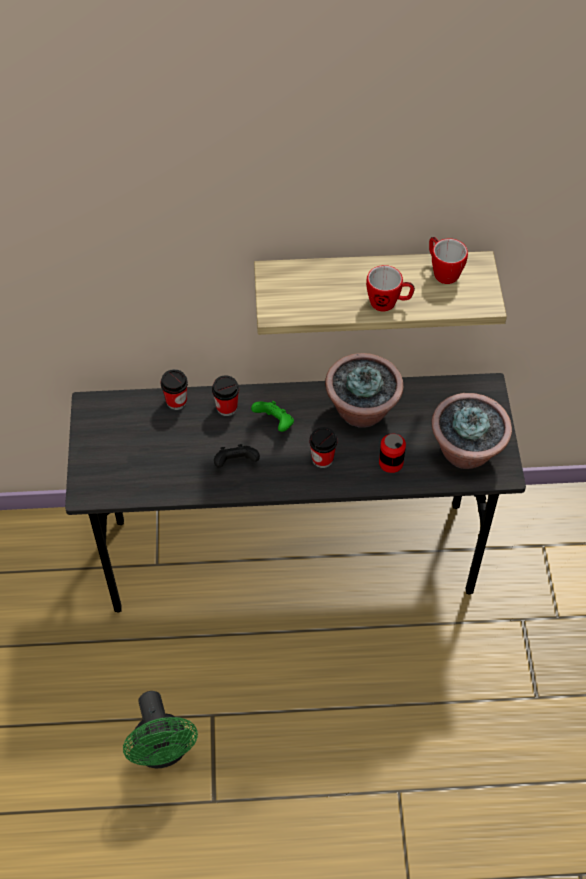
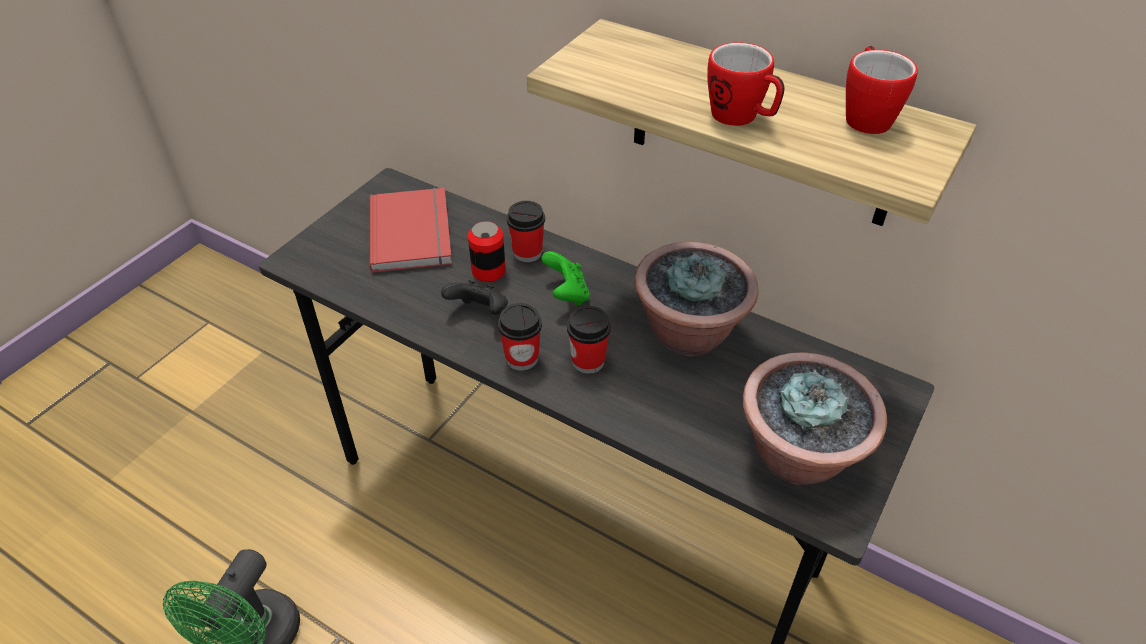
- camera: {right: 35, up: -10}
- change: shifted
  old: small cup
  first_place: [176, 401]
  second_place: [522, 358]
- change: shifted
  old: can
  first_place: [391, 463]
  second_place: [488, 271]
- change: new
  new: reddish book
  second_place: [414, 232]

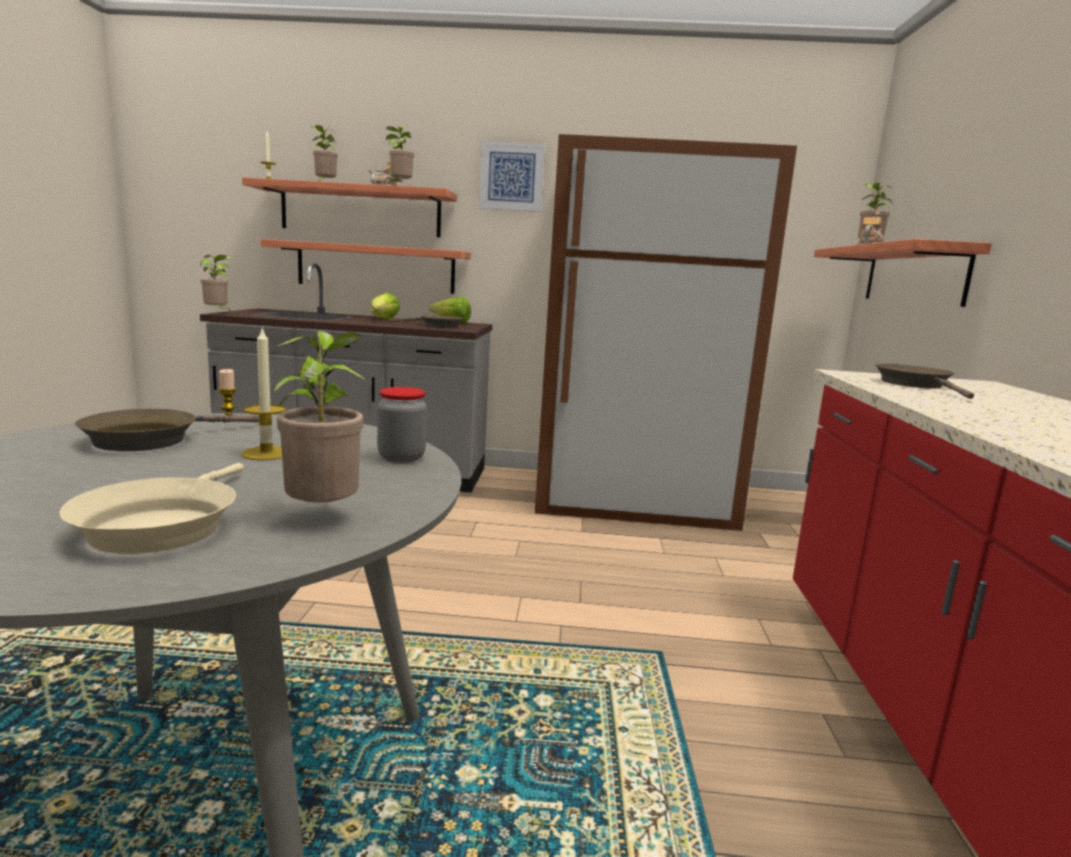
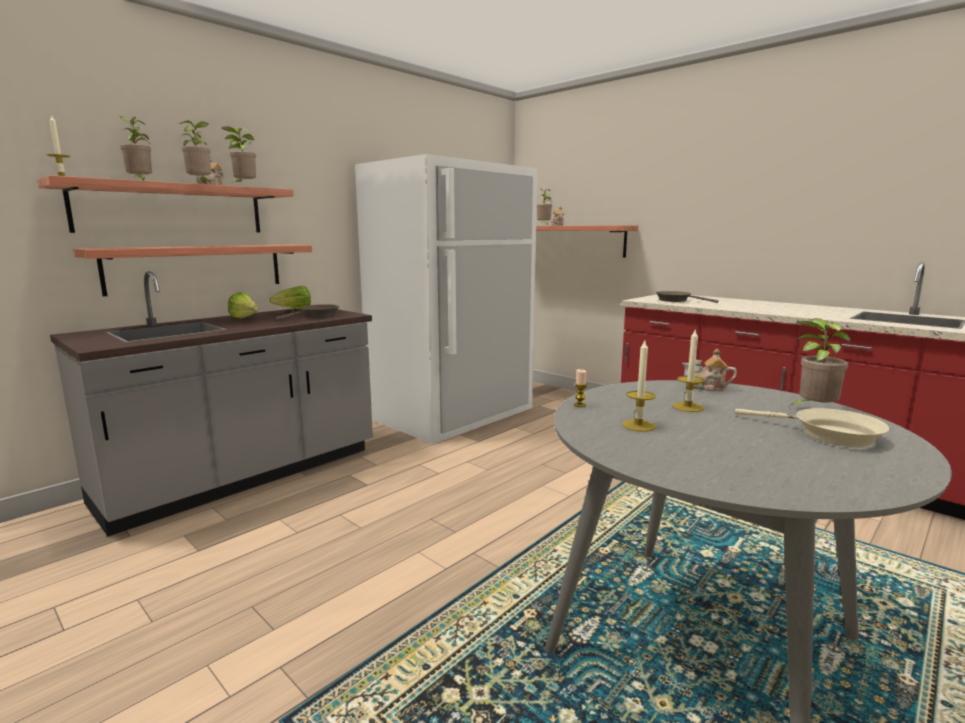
- camera: {right: -50, up: 0}
- change: repainted
  old: brownish refrigerator
  new: white refrigerator
  first_place: [633, 498]
  second_place: [453, 413]
- change: gone
  old: picture
  first_place: [511, 177]
- change: shifted
  old: plant in a pot
  first_place: [218, 312]
  second_place: [201, 183]
- change: swapped
  old: jar
  new: teapot
  first_place: [401, 457]
  second_place: [706, 387]
- change: swapped
  old: brownish frying pan
  new: wax candle
  first_place: [151, 439]
  second_place: [638, 425]

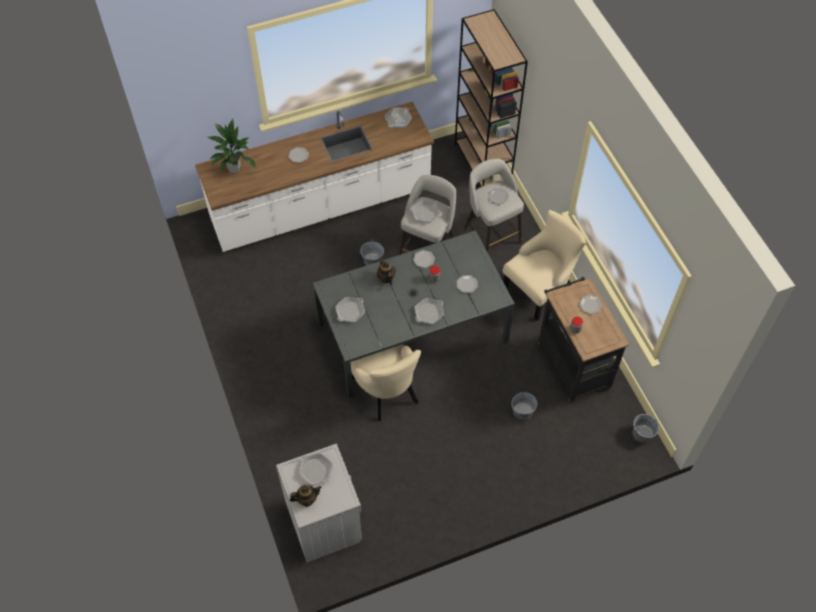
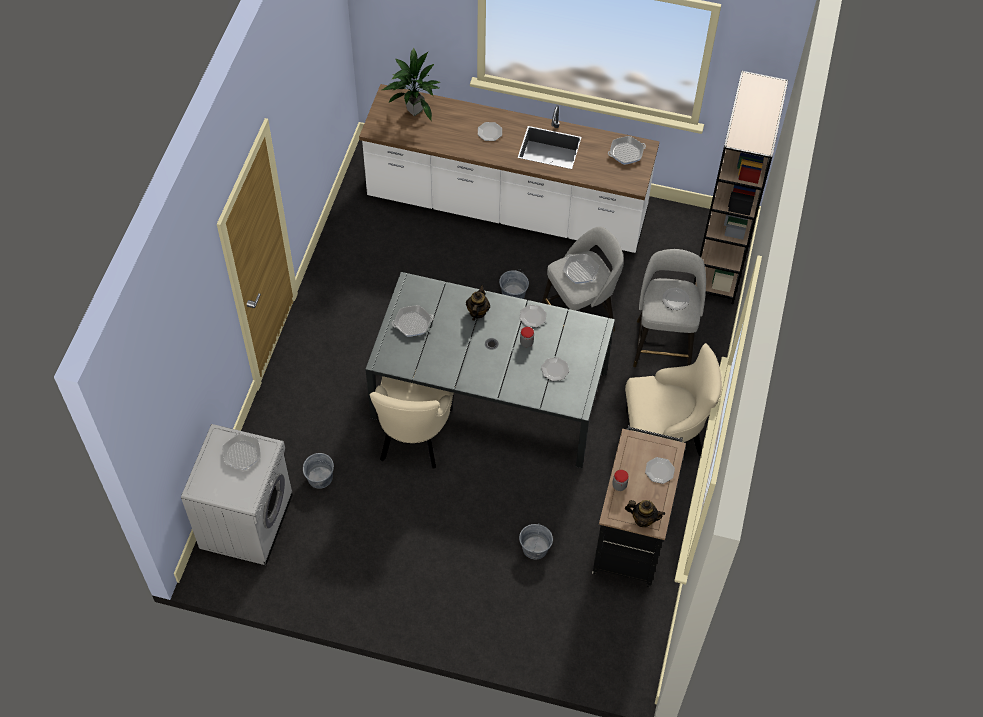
- camera: {right: 35, up: 0}
- change: gone
  old: frying pan
  first_place: [429, 313]
- change: shifted
  old: grey bucket
  first_place: [643, 433]
  second_place: [320, 477]
- change: shifted
  old: teapot
  first_place: [306, 499]
  second_place: [643, 519]

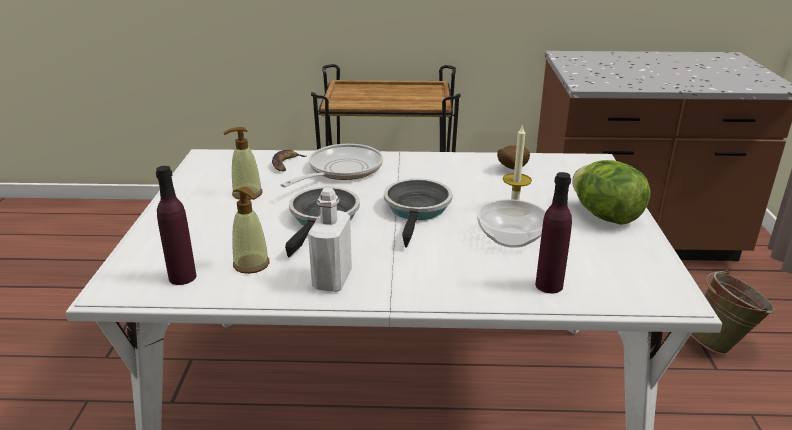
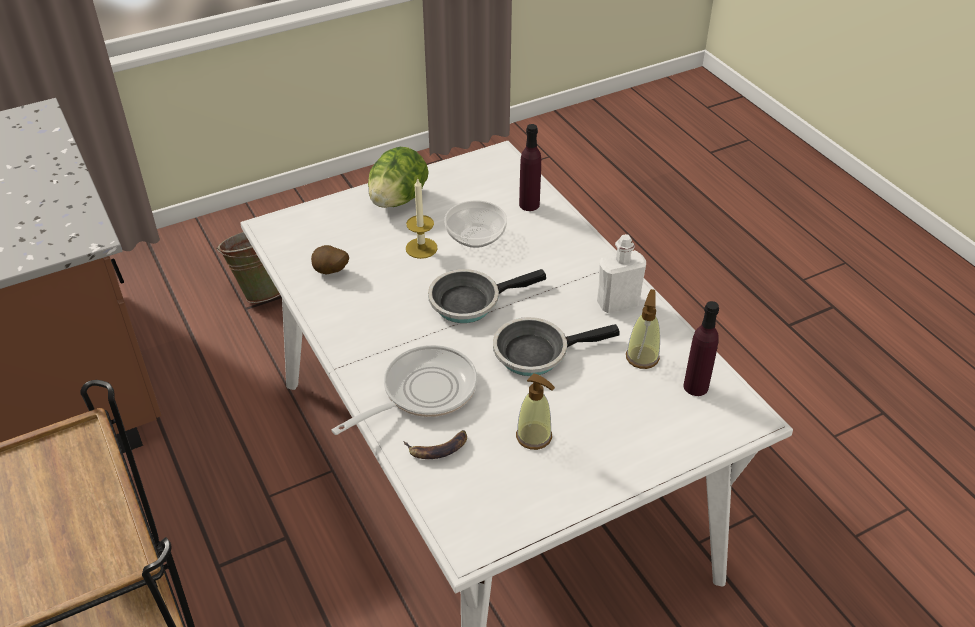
- camera: {right: -120, up: 15}
- change: rotated
  old: frying pan
  first_place: [341, 170]
  second_place: [422, 392]
  degrees: 135

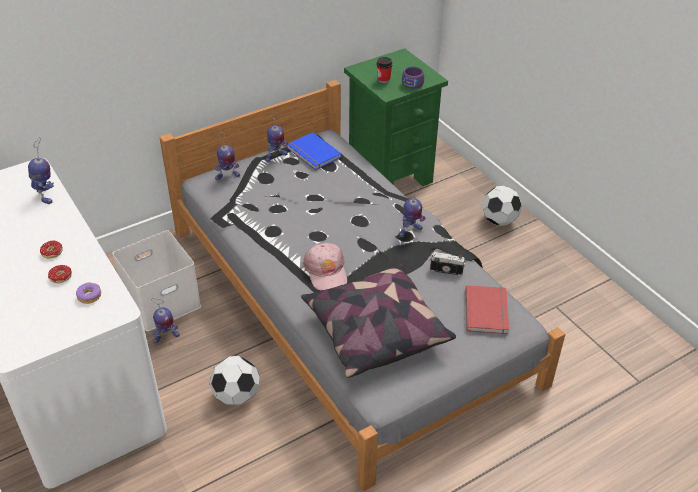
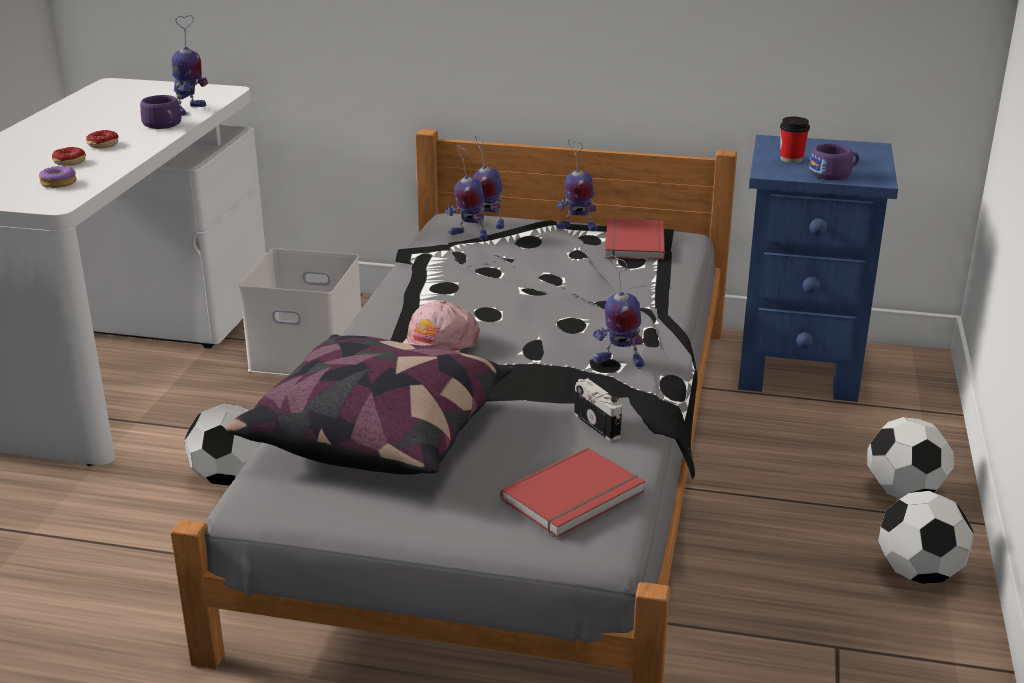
- camera: {right: 45, up: -15}
- change: repainted
  old: greenish night table
  new: bluish night table
  first_place: [392, 176]
  second_place: [800, 369]
- change: repainted
  old: bluish book
  new: reddish book
  first_place: [313, 153]
  second_place: [631, 243]
- change: shifted
  old: robot figure
  first_place: [166, 337]
  second_place: [468, 235]
- change: new
  new: purplish small cup
  second_place: [164, 125]
- change: new
  new: football
  second_place: [919, 573]

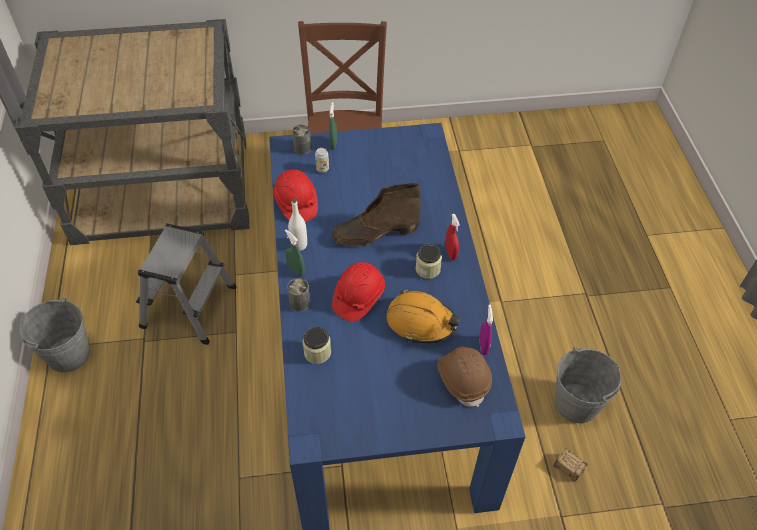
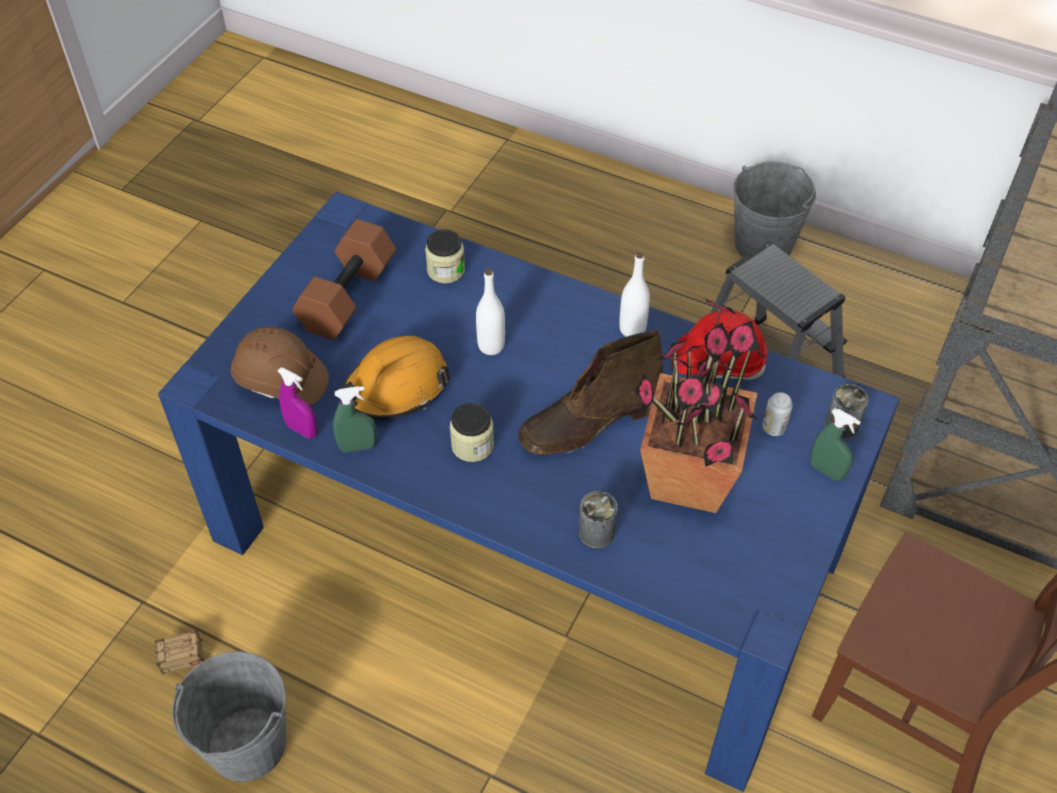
- camera: {right: 125, up: 0}
- change: rotated
  old: brownish boot
  first_place: [375, 232]
  second_place: [589, 423]
  degrees: -135
- change: gone
  old: reddish spray bottle
  first_place: [450, 253]
- change: shifted
  old: greenish spray bottle
  first_place: [296, 270]
  second_place: [358, 447]
- change: swapped
  old: reddish safety helmet
  new: white beverage bottle
  first_place: [358, 297]
  second_place: [491, 346]
- change: shifted
  old: can
  first_place: [300, 303]
  second_place: [596, 533]
- change: new
  new: brownish hand weight
  second_place: [349, 298]
- change: new
  new: plant in a pot
  second_place: [687, 479]

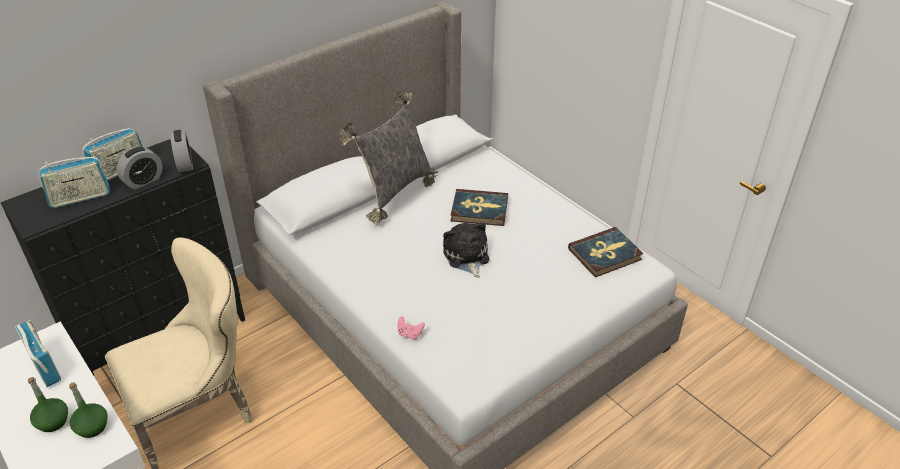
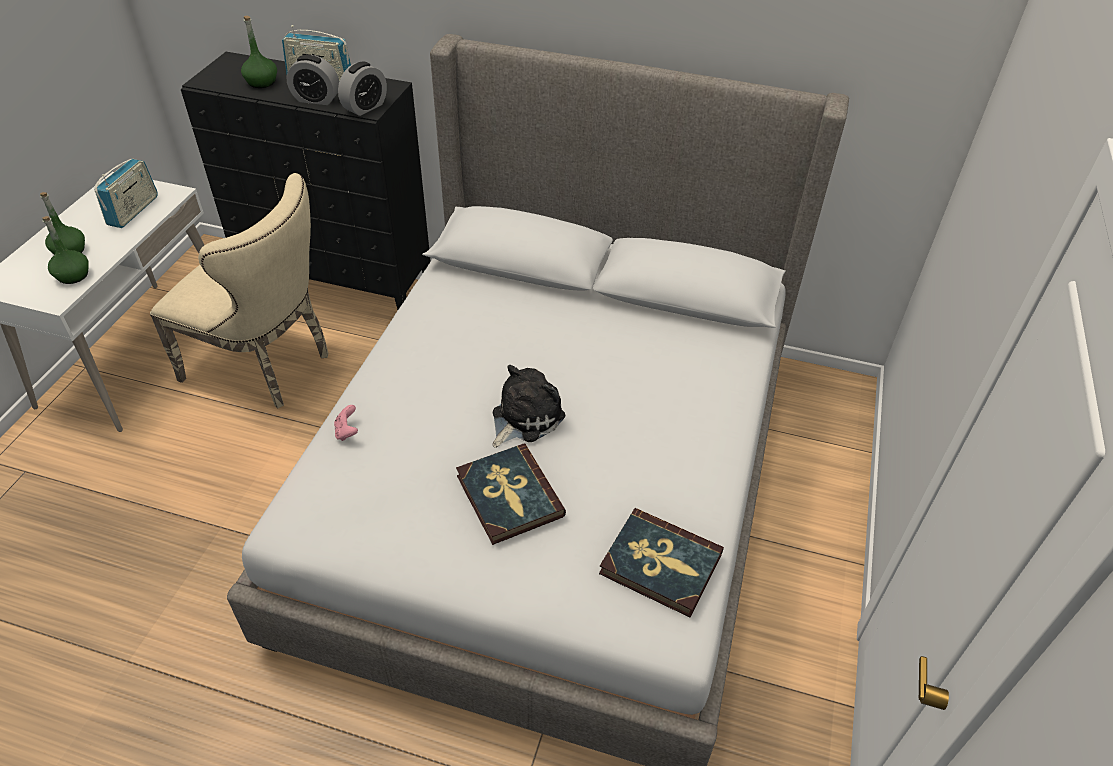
- camera: {right: 55, up: 5}
- change: gone
  old: pillow
  first_place: [393, 197]
- change: swapped
  old: radio set
  new: greenish beverage bottle
  first_place: [80, 198]
  second_place: [262, 82]
- change: shifted
  old: book
  first_place: [479, 210]
  second_place: [509, 496]

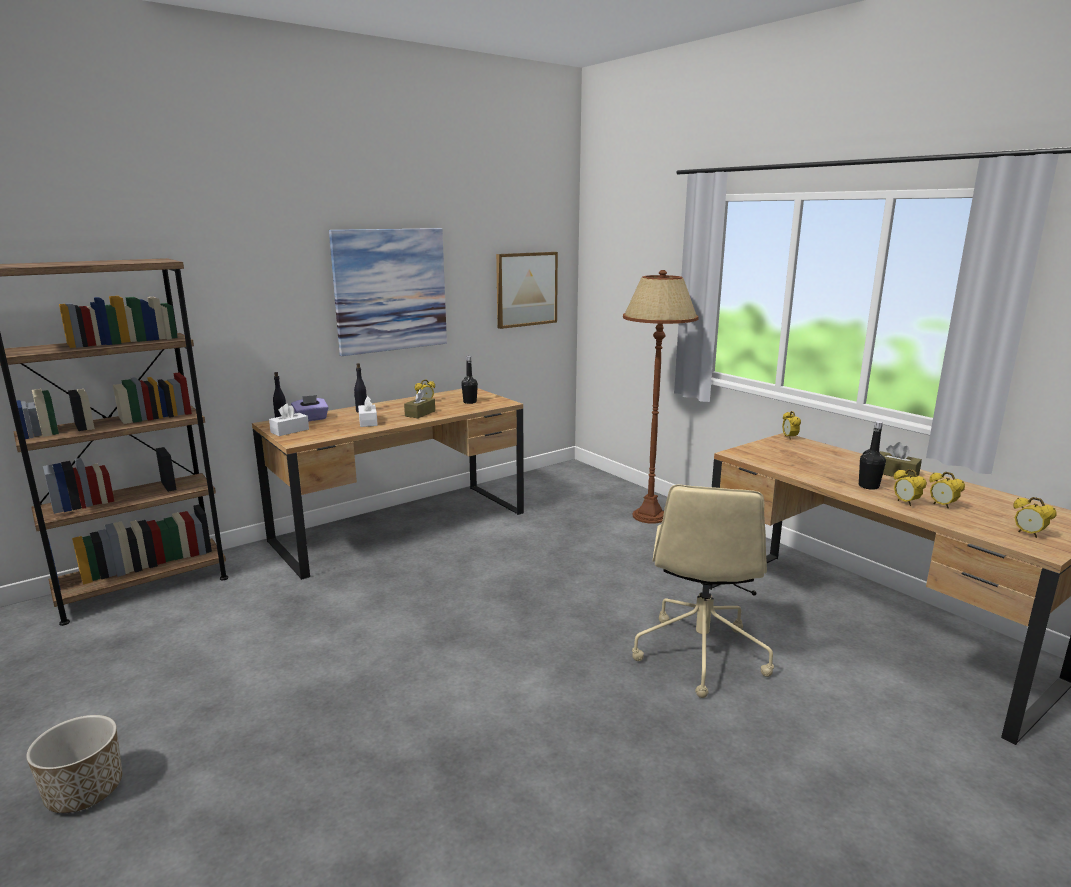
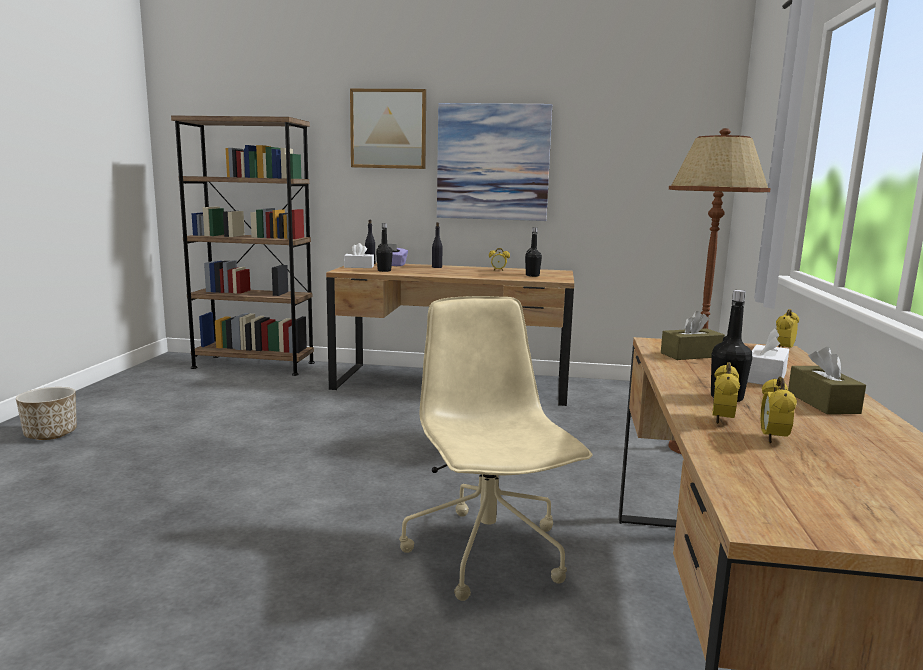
- camera: {right: 45, up: -5}
- change: shifted
  old: picture
  first_place: [526, 289]
  second_place: [388, 129]
- change: shifted
  old: brownish tissue holder
  first_place: [420, 413]
  second_place: [691, 355]
- change: shifted
  old: white tissue holder
  first_place: [368, 422]
  second_place: [765, 377]
- change: rotated
  old: beige-coloured computer chair
  first_place: [700, 652]
  second_place: [489, 557]
  degrees: 105
- change: gone
  old: alarm clock
  first_place: [1028, 534]
- change: new
  new: black-coloured beverage bottle
  second_place: [384, 271]

